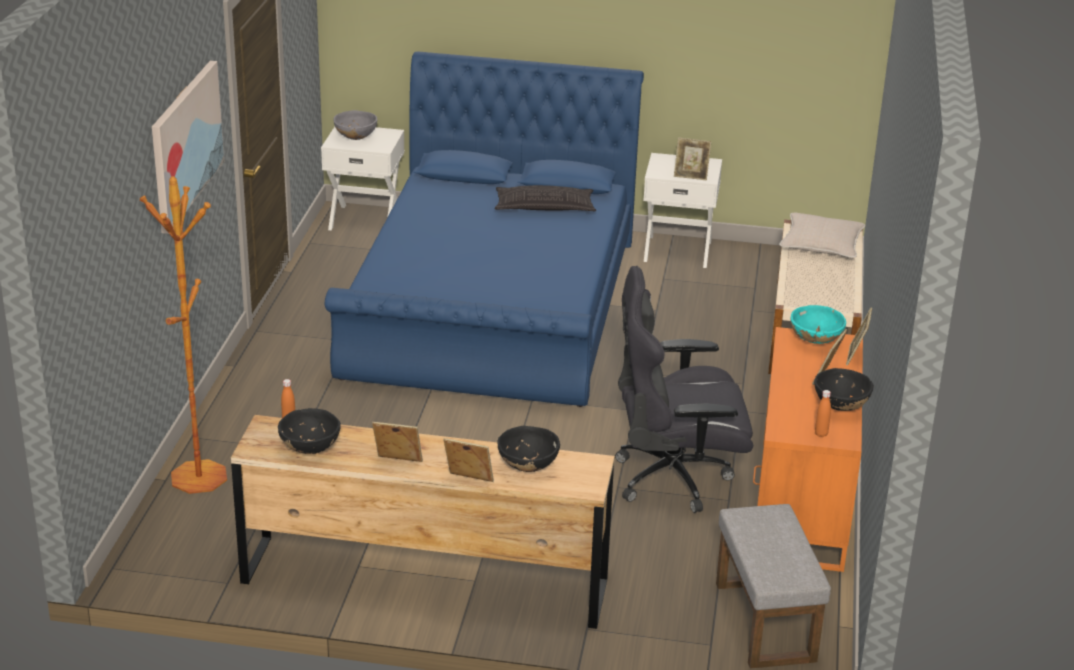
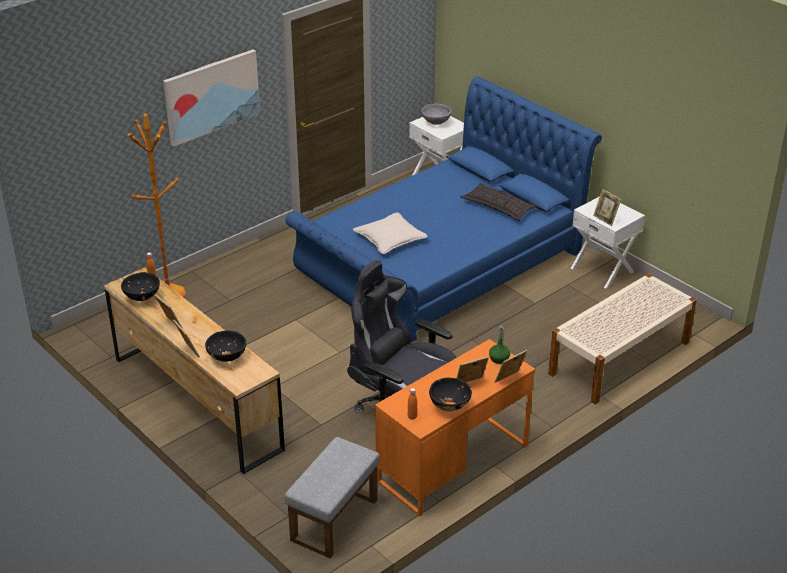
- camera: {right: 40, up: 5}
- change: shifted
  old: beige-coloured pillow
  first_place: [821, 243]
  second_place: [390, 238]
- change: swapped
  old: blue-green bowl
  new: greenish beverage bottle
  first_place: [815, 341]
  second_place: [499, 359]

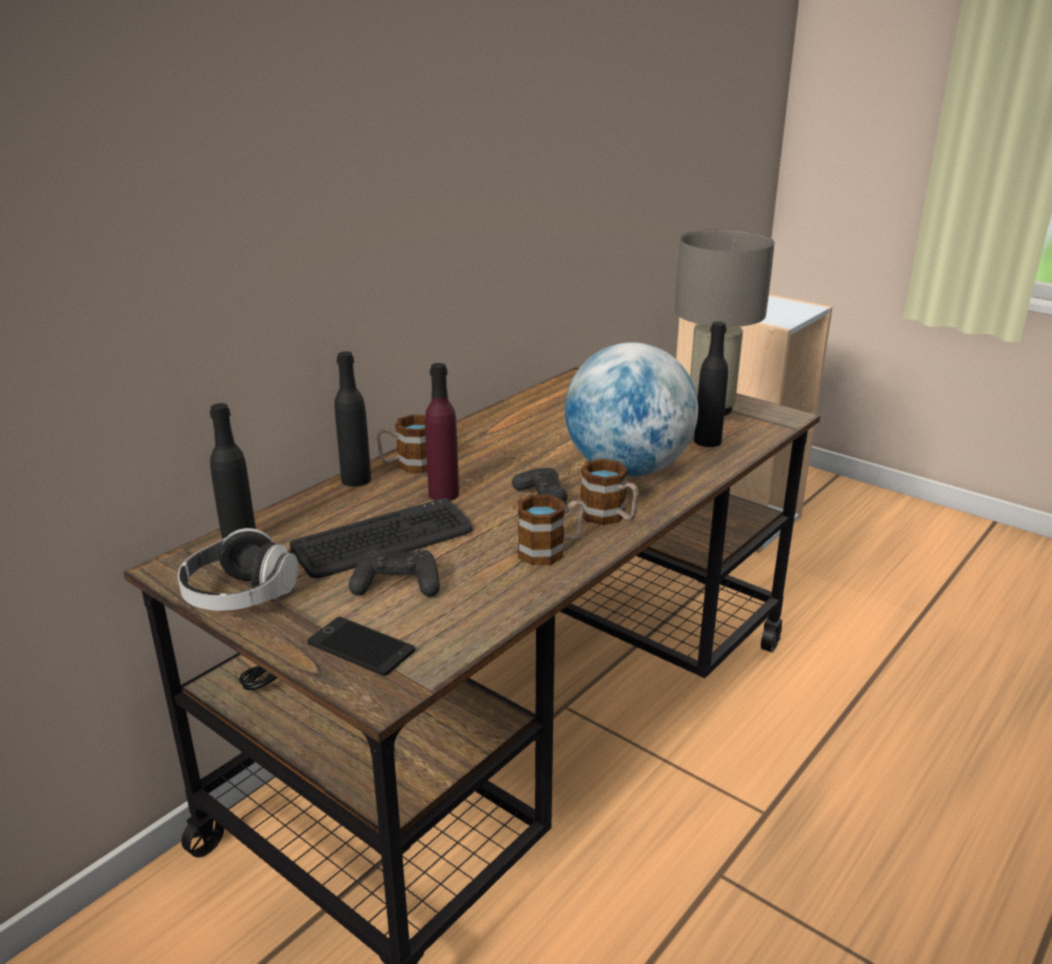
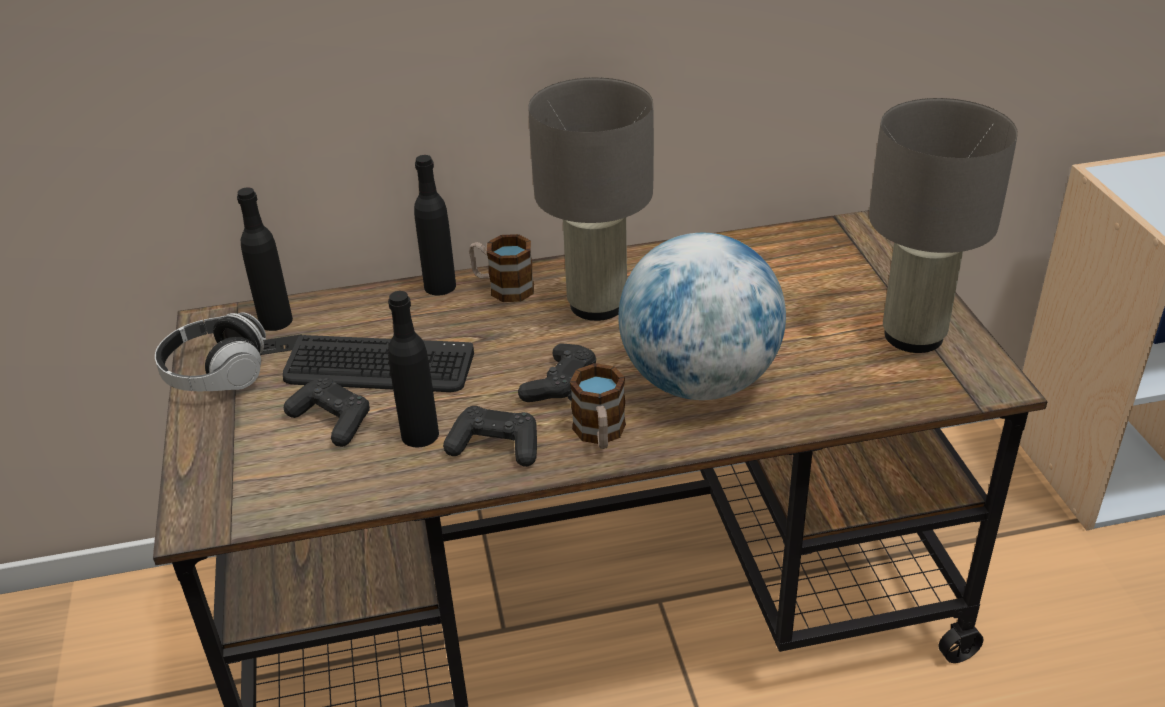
- camera: {right: 40, up: 10}
- change: shifted
  old: black-coloured beverage bottle
  first_place: [707, 441]
  second_place: [420, 434]
- change: gone
  old: purplish beverage bottle
  first_place: [443, 494]
- change: swapped
  old: tea mug
  new: black-coloured game controller
  first_place: [550, 550]
  second_place: [495, 446]
- change: gone
  old: handset
  first_place: [361, 647]
- change: new
  new: grey tabletop lamp
  second_place: [595, 305]

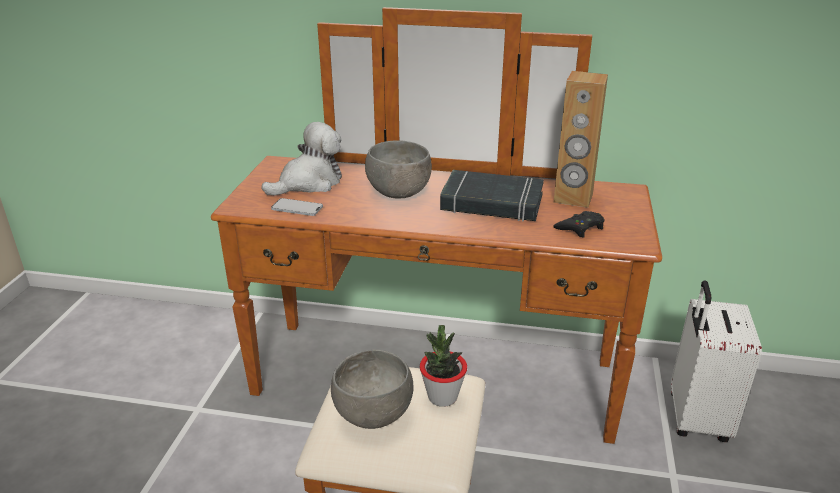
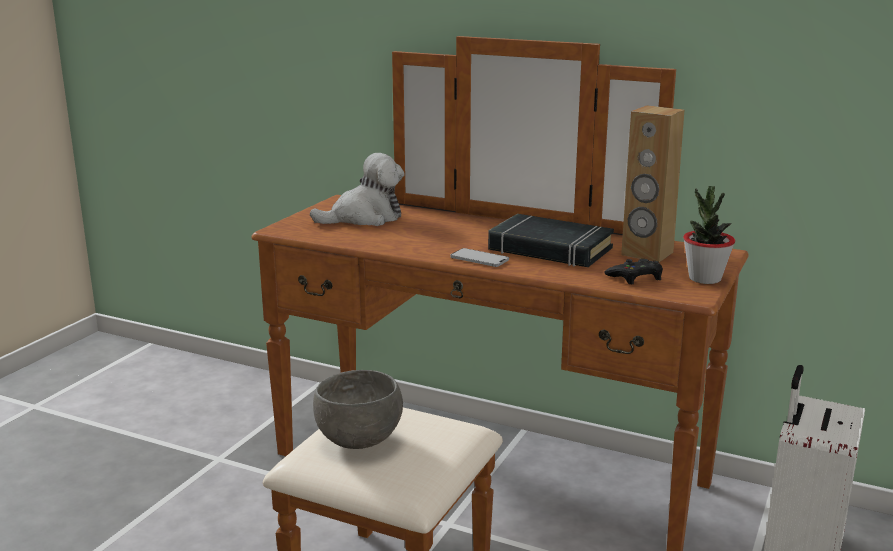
- camera: {right: 15, up: -10}
- change: gone
  old: grey bowl
  first_place: [398, 194]
- change: shifted
  old: handset
  first_place: [297, 208]
  second_place: [479, 259]
- change: shifted
  old: plant in a pot
  first_place: [442, 397]
  second_place: [704, 279]

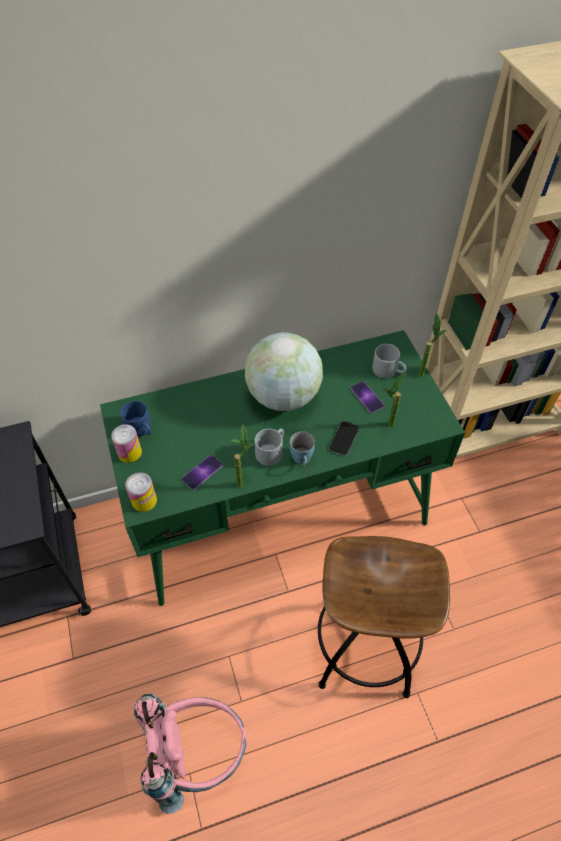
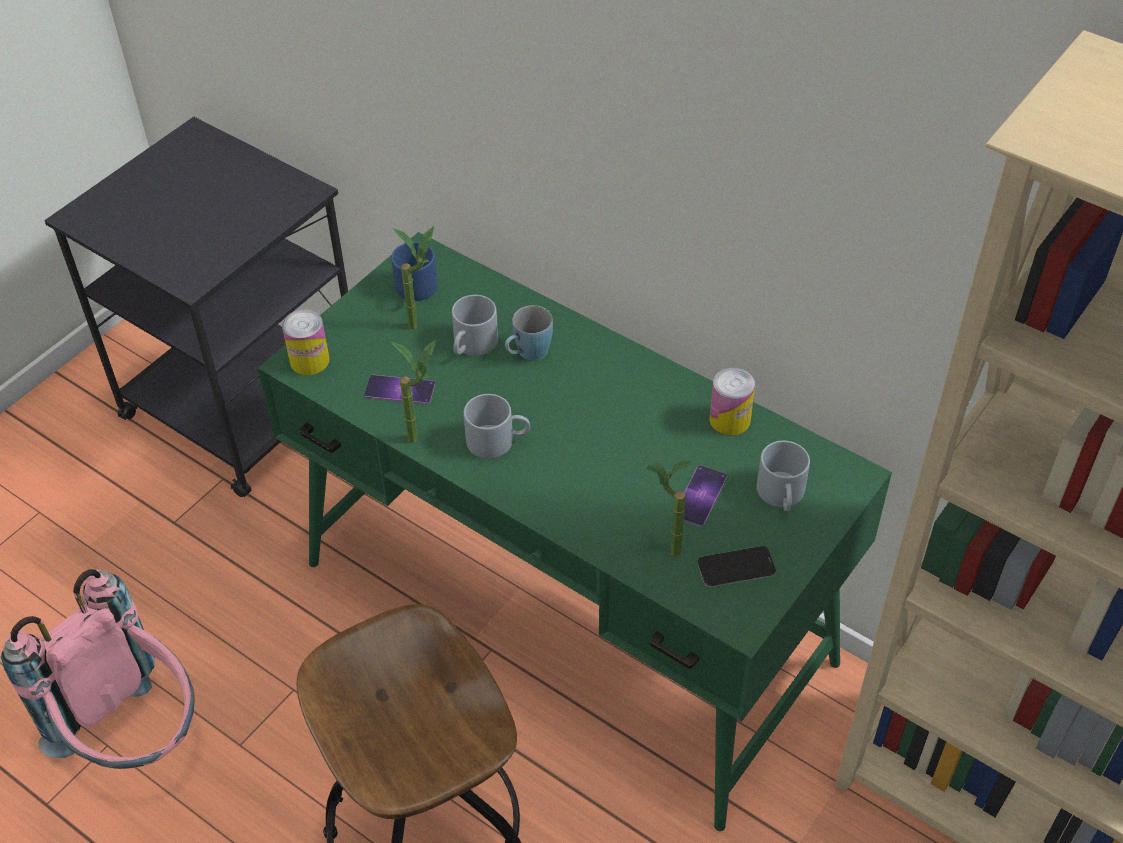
- camera: {right: 55, up: -5}
- change: shifted
  old: plant in a pot
  first_place: [423, 371]
  second_place: [423, 325]
- change: gone
  old: world globe
  first_place: [283, 396]
- change: shifted
  old: handset
  first_place: [344, 439]
  second_place: [736, 568]
- change: shifted
  old: can
  first_place: [129, 452]
  second_place: [729, 420]
- change: shifted
  old: bluish tea mug
  first_place: [302, 460]
  second_place: [527, 354]
- change: new
  new: grey tea mug
  second_place: [473, 346]

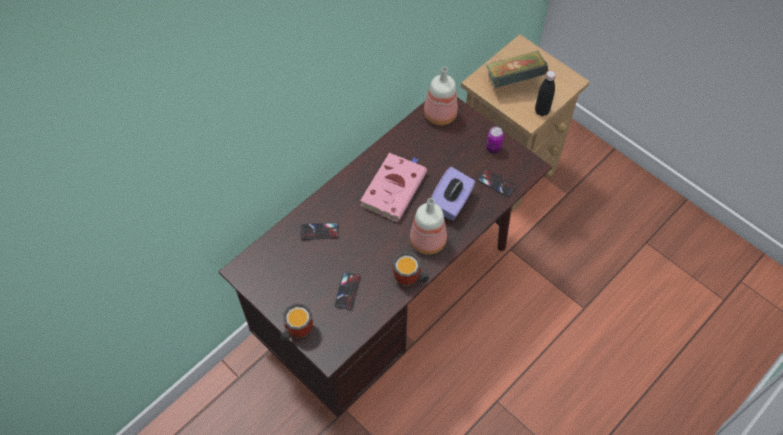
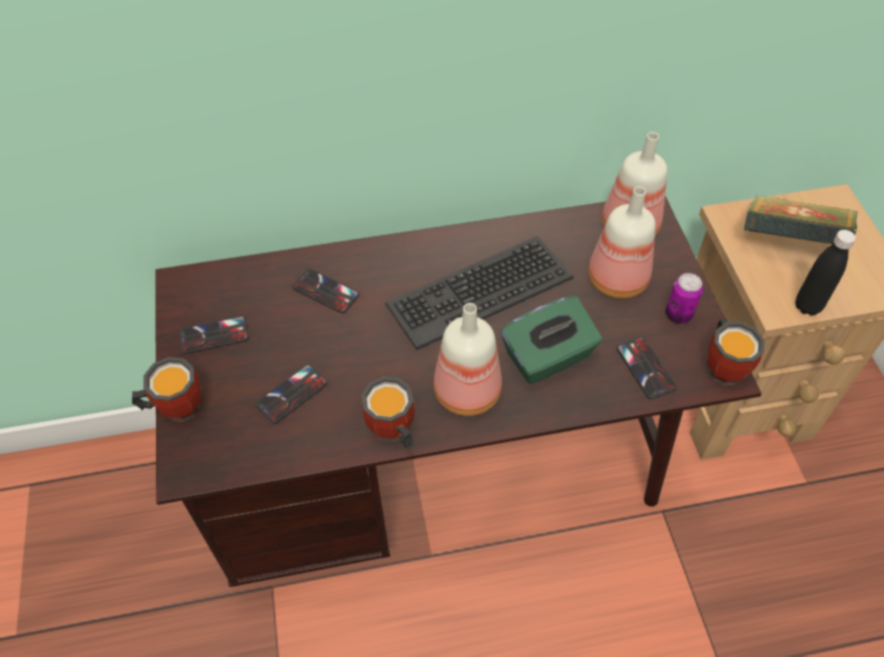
- camera: {right: 35, up: -5}
- change: swapped
  old: pinkish book
  new: keyboard
  first_place: [394, 188]
  second_place: [479, 290]
- change: repainted
  old: purplish tissue holder
  new: greenish tissue holder
  first_place: [451, 203]
  second_place: [548, 357]
- change: new
  new: beverage bottle
  second_place: [615, 279]
- change: new
  new: handset
  second_place: [214, 335]
- change: new
  new: tea mug
  second_place: [725, 365]

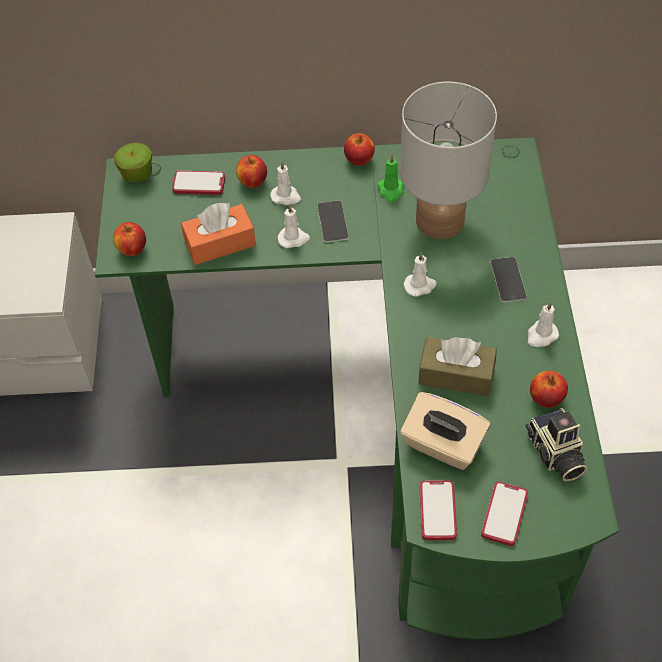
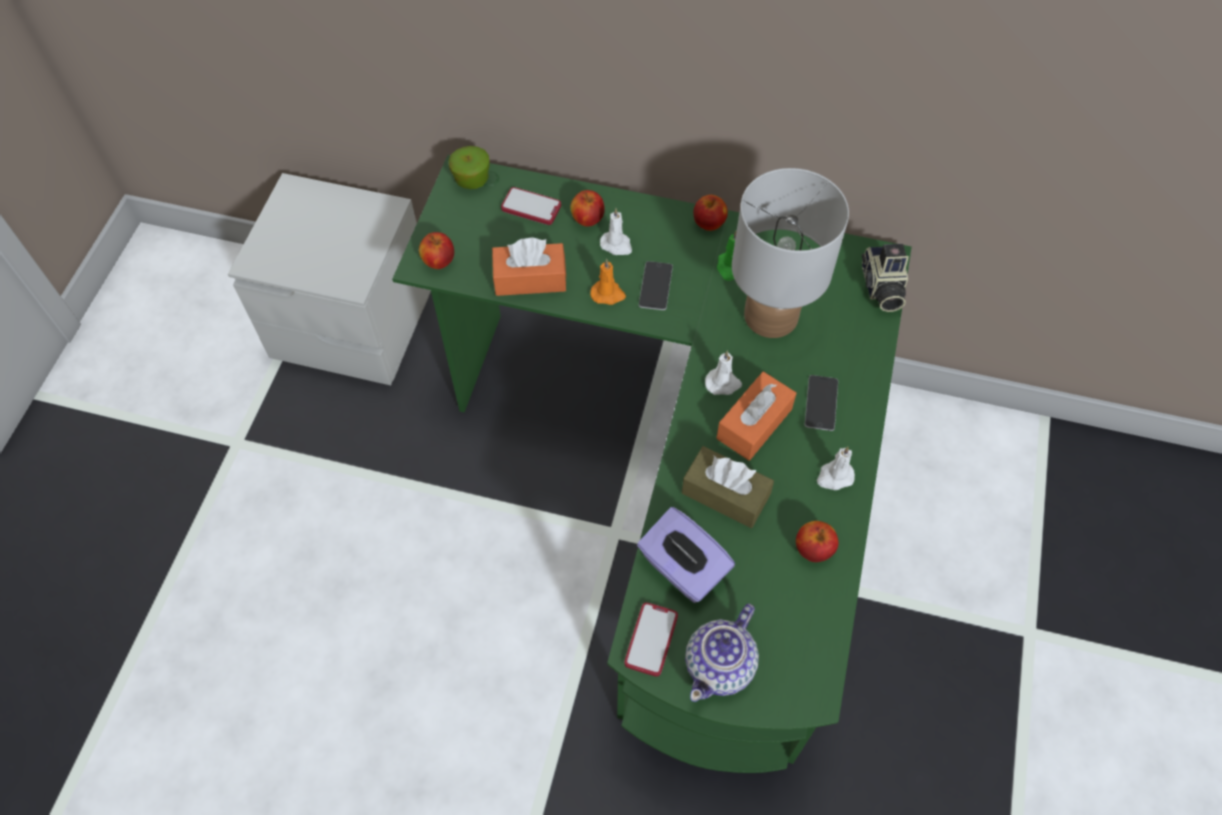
- camera: {right: 15, up: 5}
- change: repainted
  old: white wax candle
  new: orange wax candle
  first_place: [294, 238]
  second_place: [608, 294]
- change: repainted
  old: beige-coloured tissue holder
  new: purplish tissue holder
  first_place: [442, 445]
  second_place: [682, 568]
- change: shifted
  old: still camera
  first_place: [554, 454]
  second_place: [881, 288]
- change: swapped
  old: handset
  new: teapot
  first_place: [504, 514]
  second_place: [720, 665]
- change: new
  new: orange tissue holder
  second_place: [754, 424]

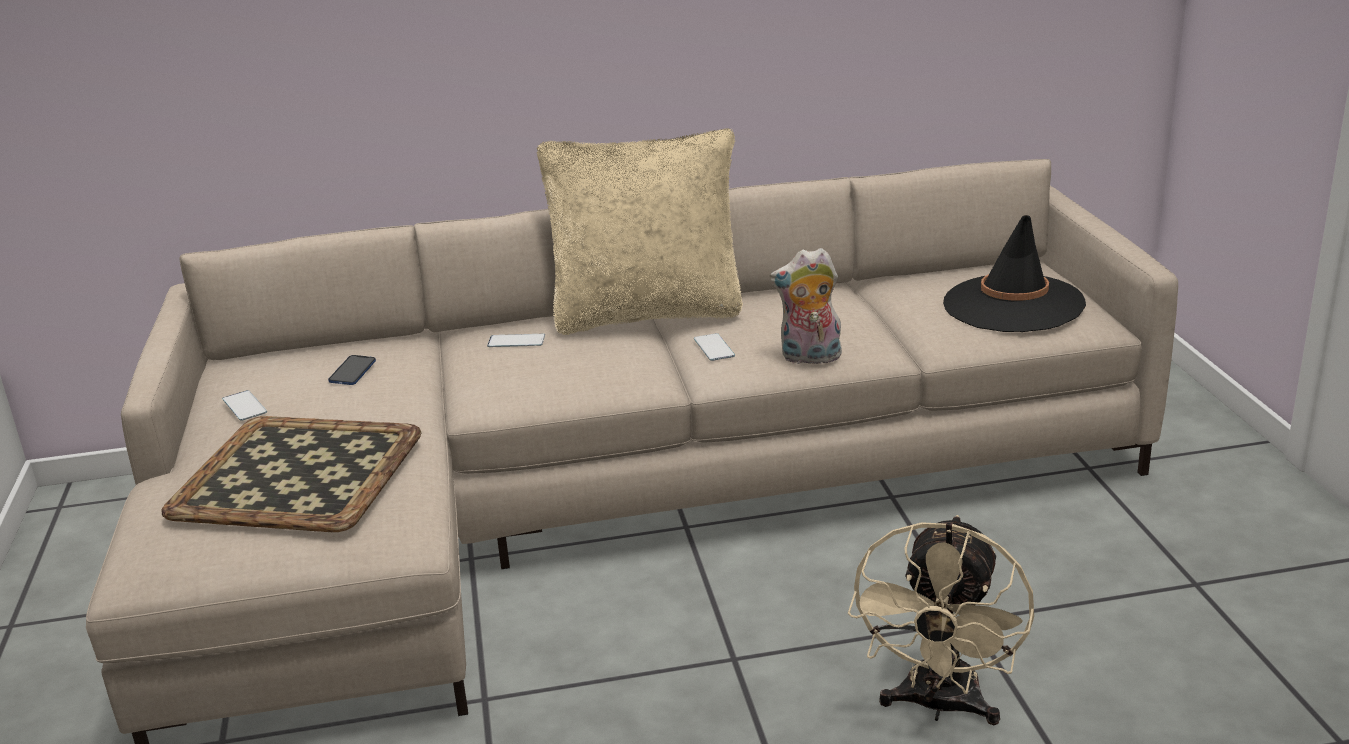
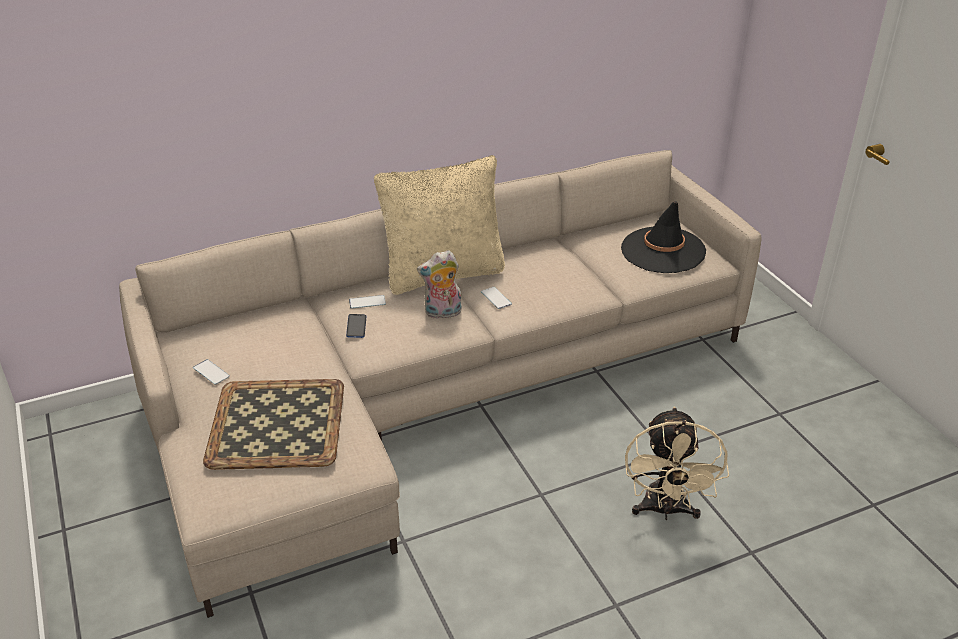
- camera: {right: -15, up: 10}
- change: shifted
  old: cuddly toy
  first_place: [809, 358]
  second_place: [442, 313]
- change: shifted
  old: handset
  first_place: [352, 372]
  second_place: [356, 327]

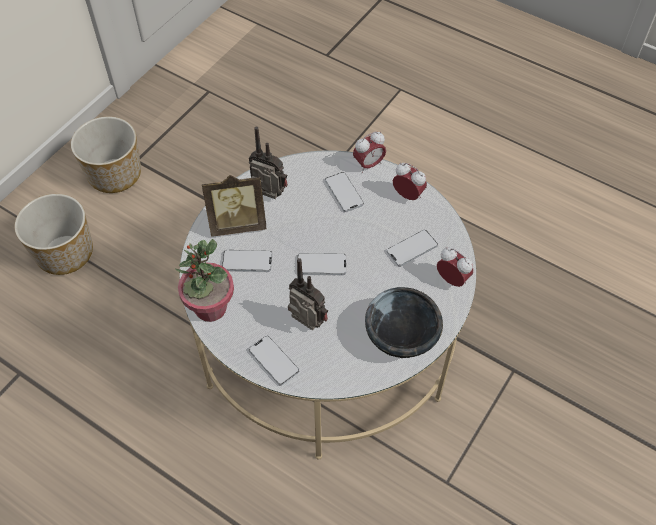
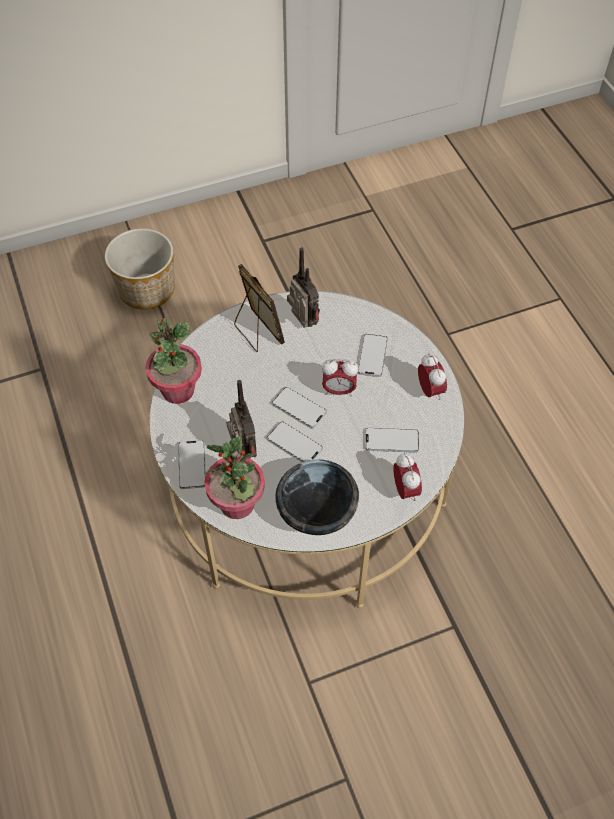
- camera: {right: 35, up: 0}
- change: gone
  old: plant pot
  first_place: [114, 174]
- change: shifted
  old: alarm clock
  first_place: [368, 164]
  second_place: [338, 390]
- change: rotated
  old: standing frame
  first_place: [237, 224]
  second_place: [257, 332]
  degrees: -150
- change: shifted
  old: handset
  first_place: [247, 261]
  second_place: [294, 444]
- change: new
  new: plant in a pot
  second_place: [237, 504]

